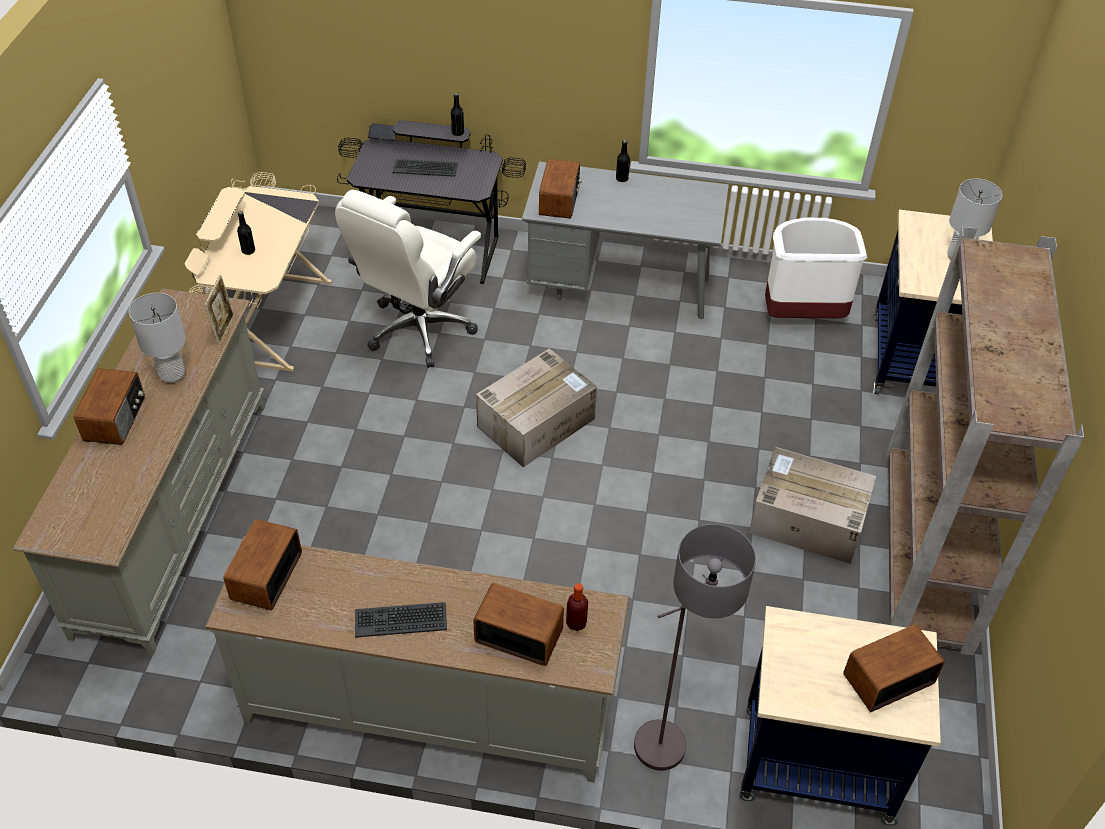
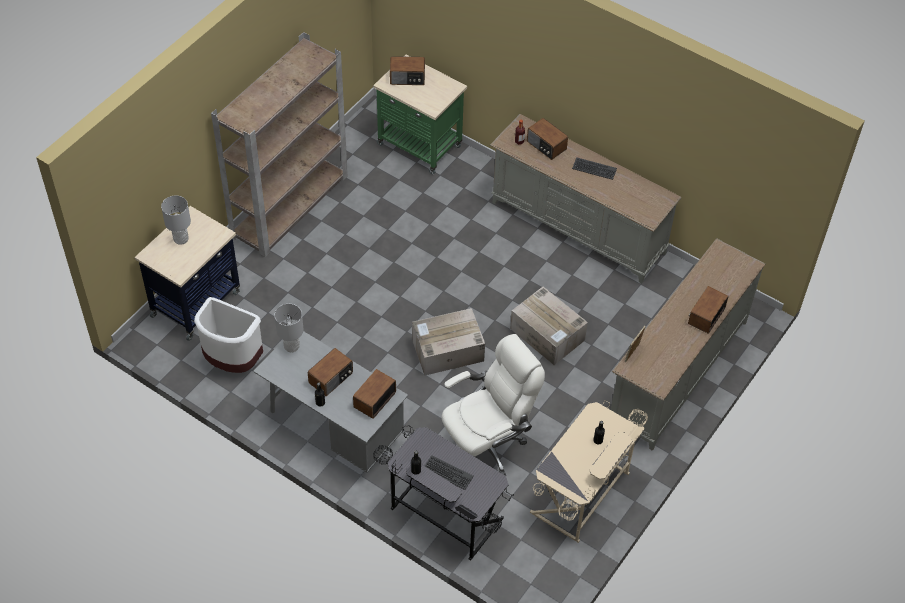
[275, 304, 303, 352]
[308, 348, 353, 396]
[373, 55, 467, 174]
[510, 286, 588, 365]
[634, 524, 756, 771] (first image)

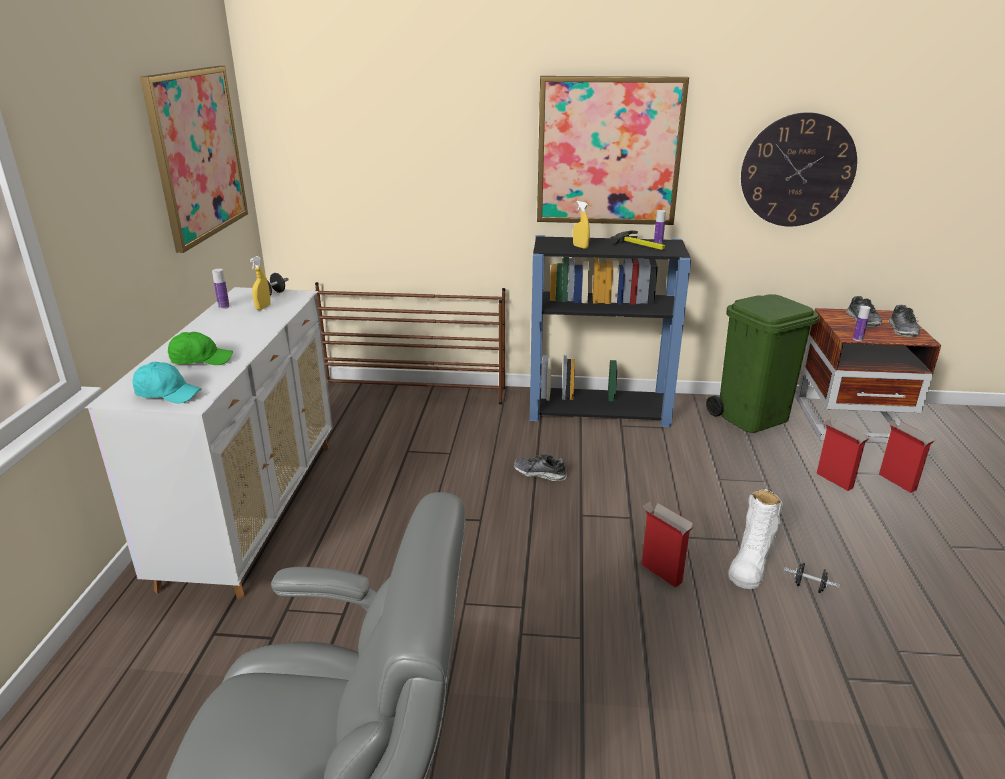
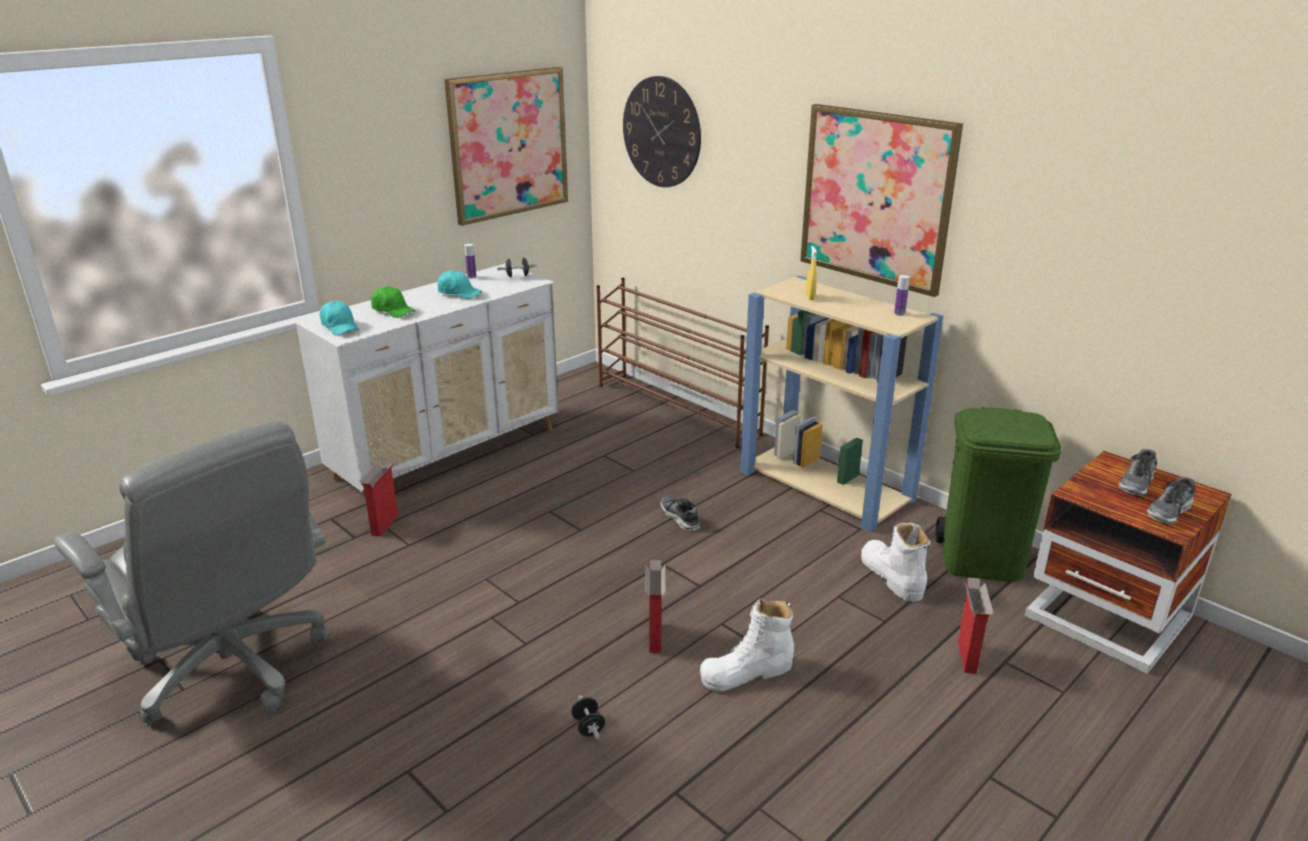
[360, 460, 398, 537]
[437, 270, 482, 299]
[571, 695, 605, 739]
[623, 76, 701, 187]
[740, 275, 943, 532]
[861, 523, 930, 602]
[250, 256, 271, 310] (first image)
[610, 230, 666, 250] (first image)
[853, 306, 870, 341] (first image)

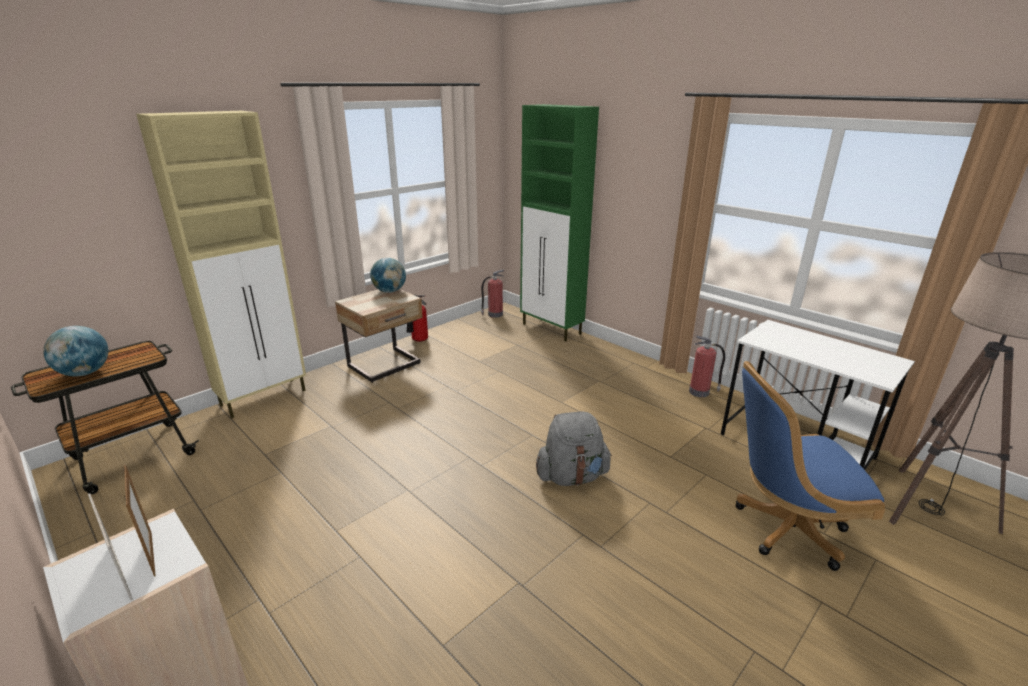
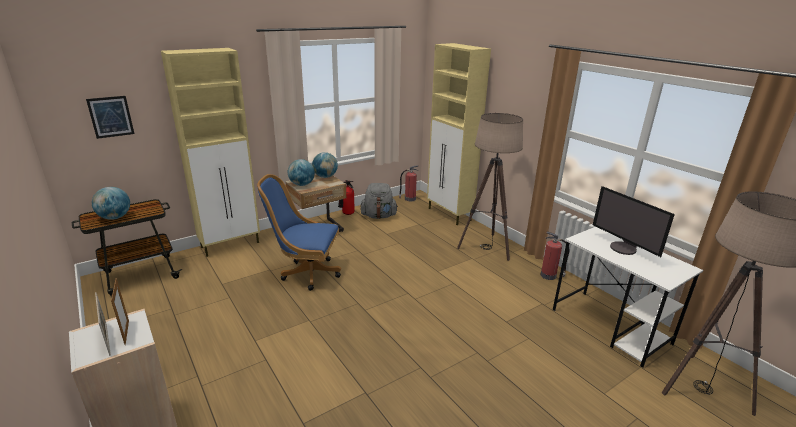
[86, 96, 134, 139]
[257, 174, 341, 291]
[288, 159, 315, 186]
[360, 183, 398, 219]
[427, 43, 491, 225]
[457, 113, 523, 261]
[593, 186, 675, 257]

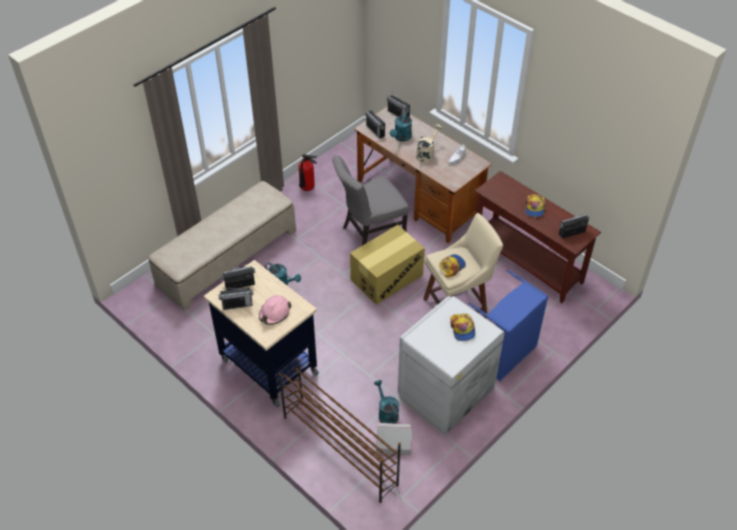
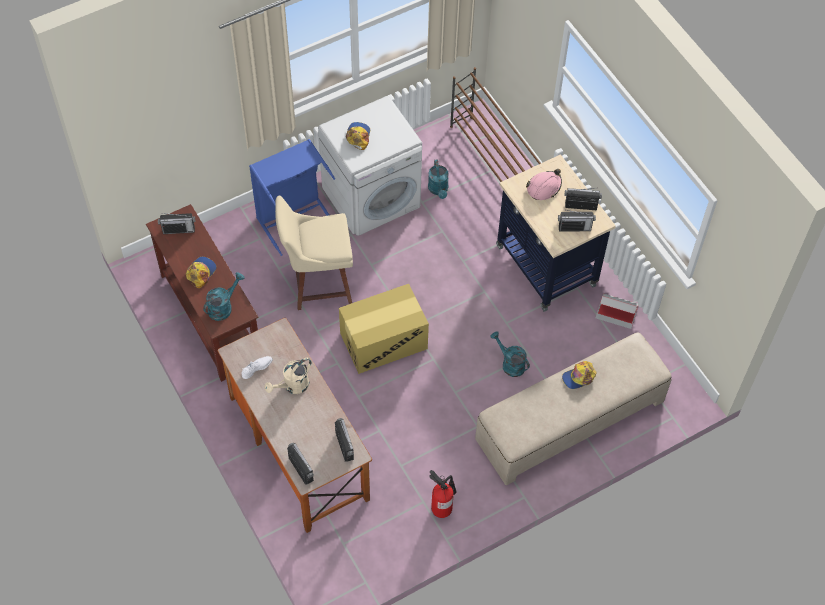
[203, 272, 245, 321]
[562, 361, 596, 389]
[596, 293, 638, 329]
[332, 155, 409, 246] (first image)

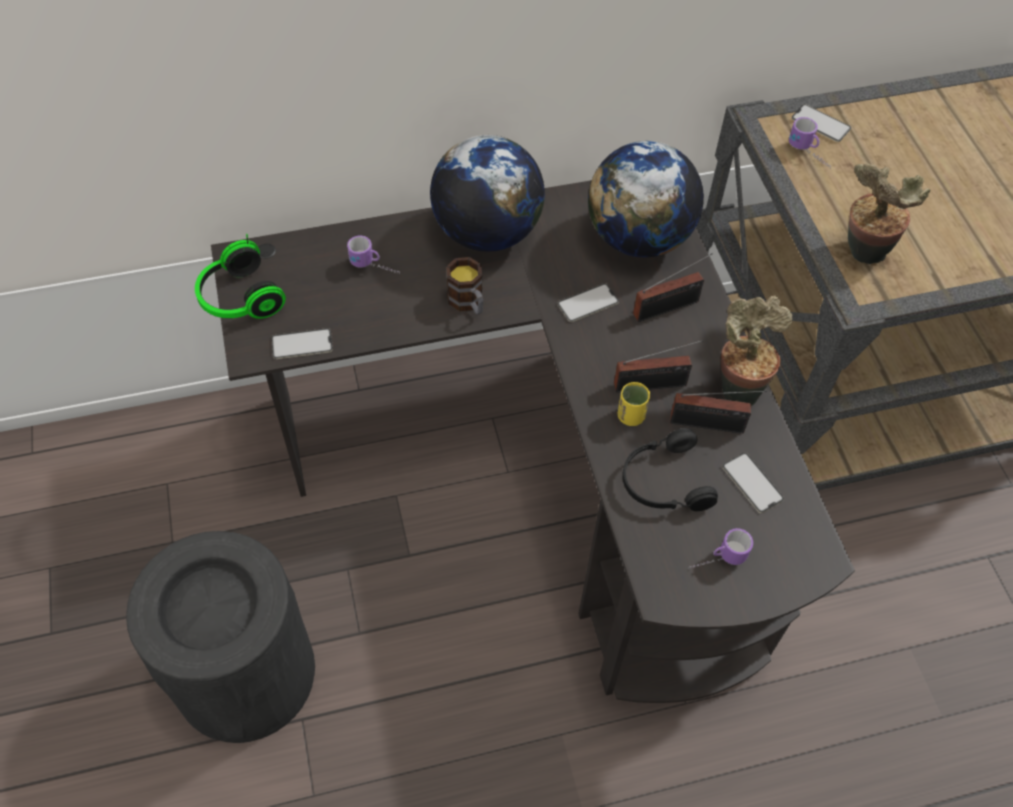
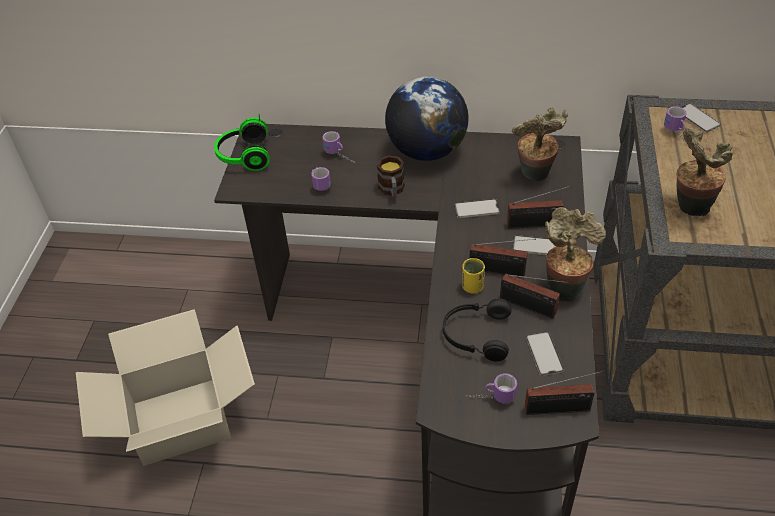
[76, 309, 255, 466]
[312, 167, 331, 191]
[512, 108, 568, 181]
[513, 235, 556, 255]
[525, 371, 605, 415]

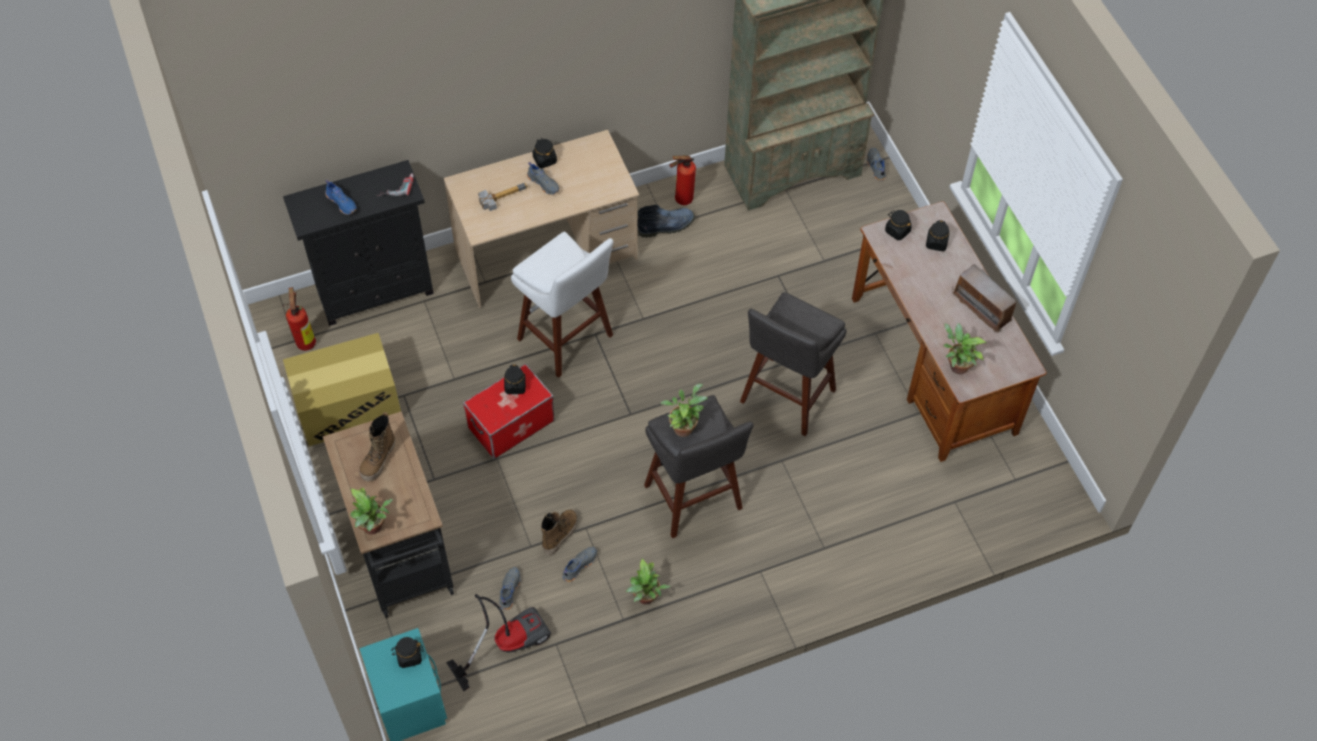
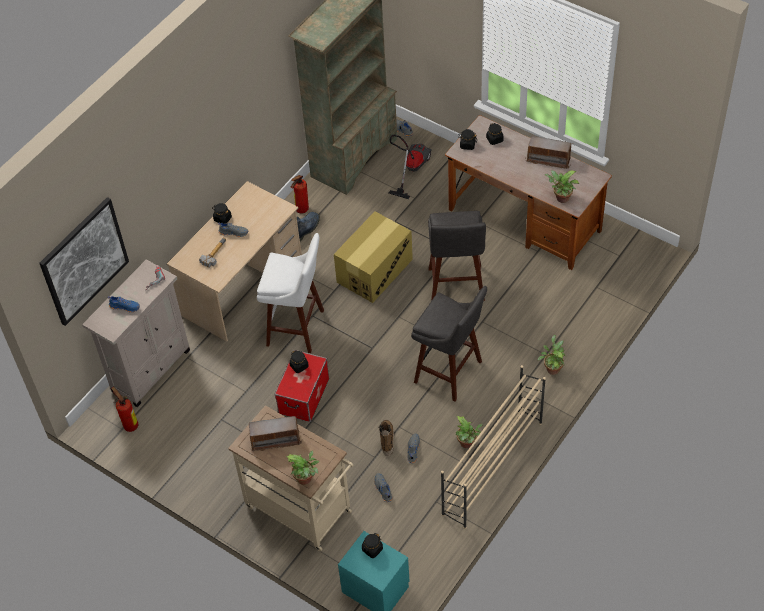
[39, 197, 129, 326]
[82, 259, 190, 407]
[228, 405, 353, 552]
[249, 416, 303, 451]
[334, 211, 413, 303]
[389, 135, 432, 199]
[441, 365, 546, 529]
[538, 335, 565, 375]

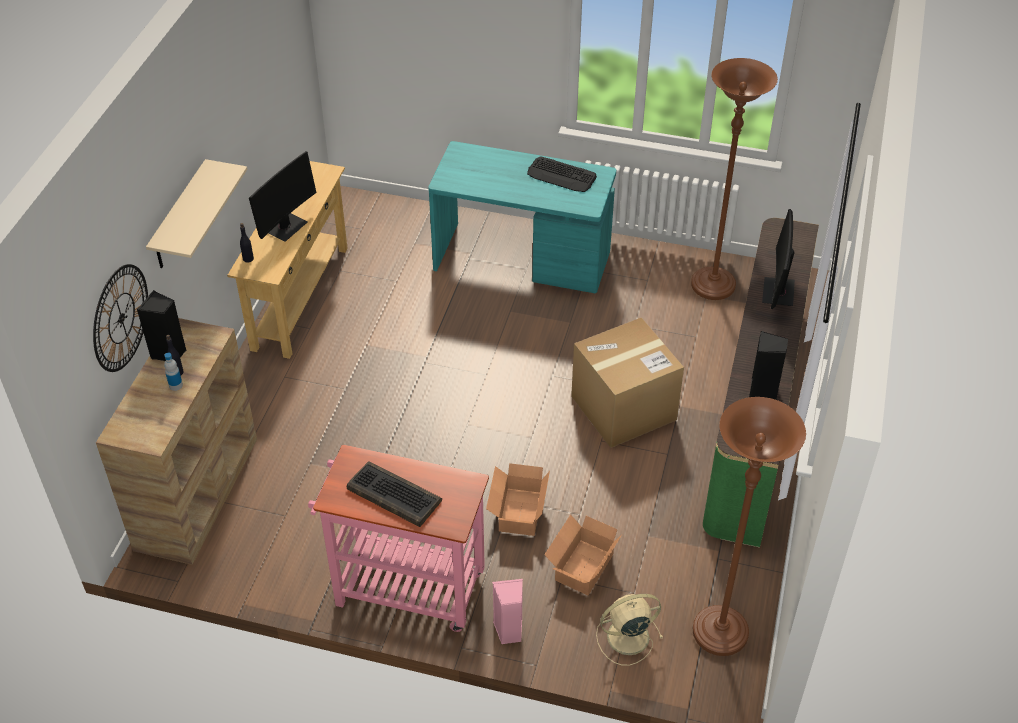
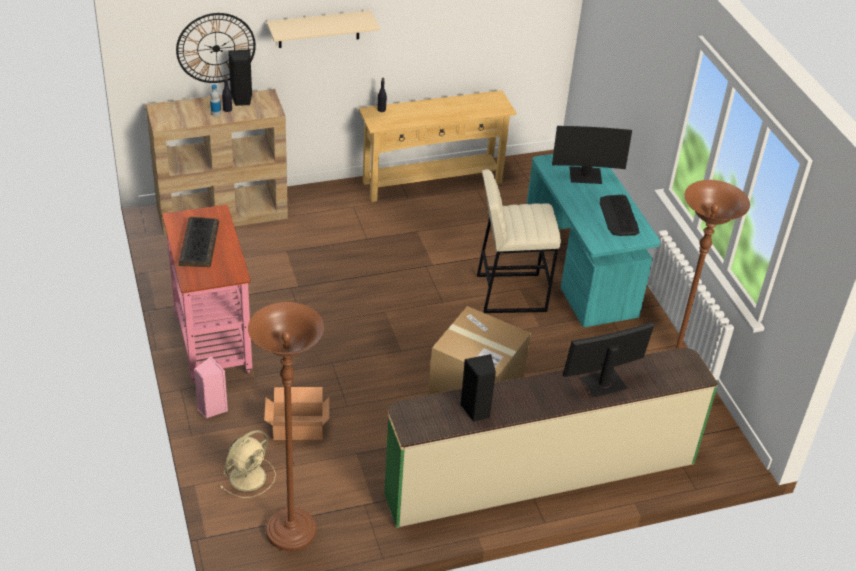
[219, 430, 276, 498]
[477, 169, 561, 313]
[552, 126, 632, 184]
[486, 463, 550, 536] (first image)

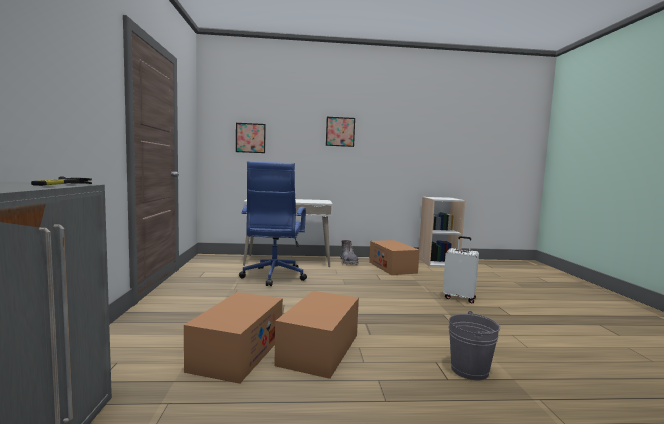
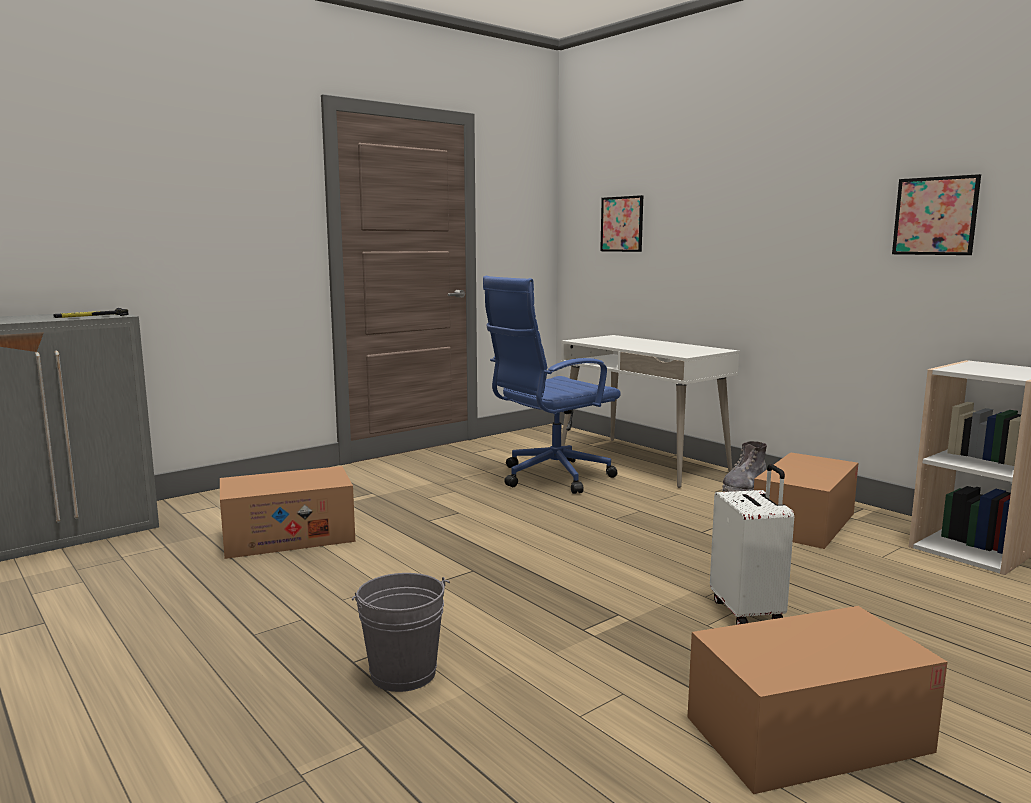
[688, 606, 948, 794]
[892, 174, 981, 255]

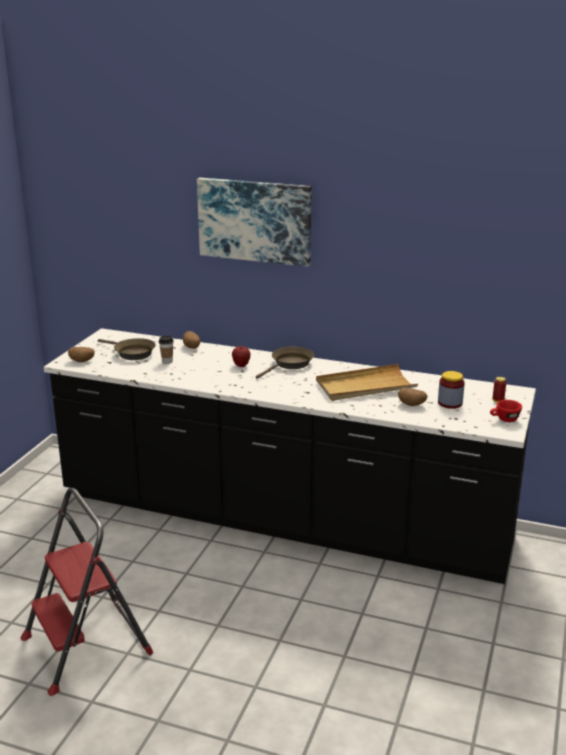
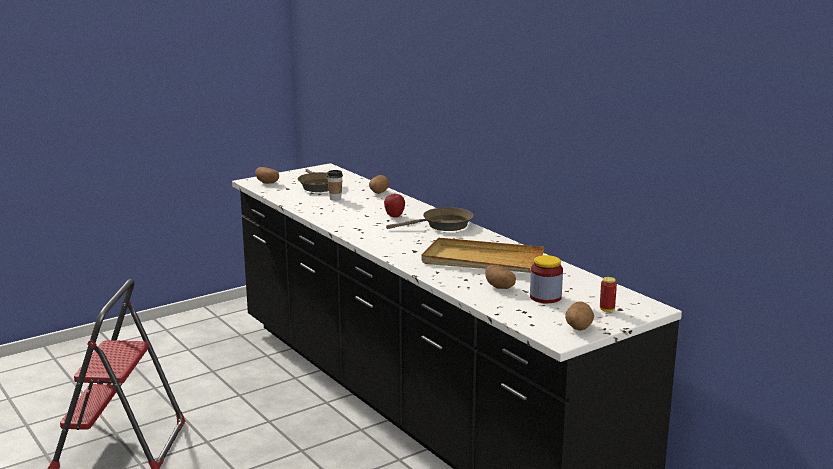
[565, 301, 594, 331]
[197, 178, 311, 267] (first image)

